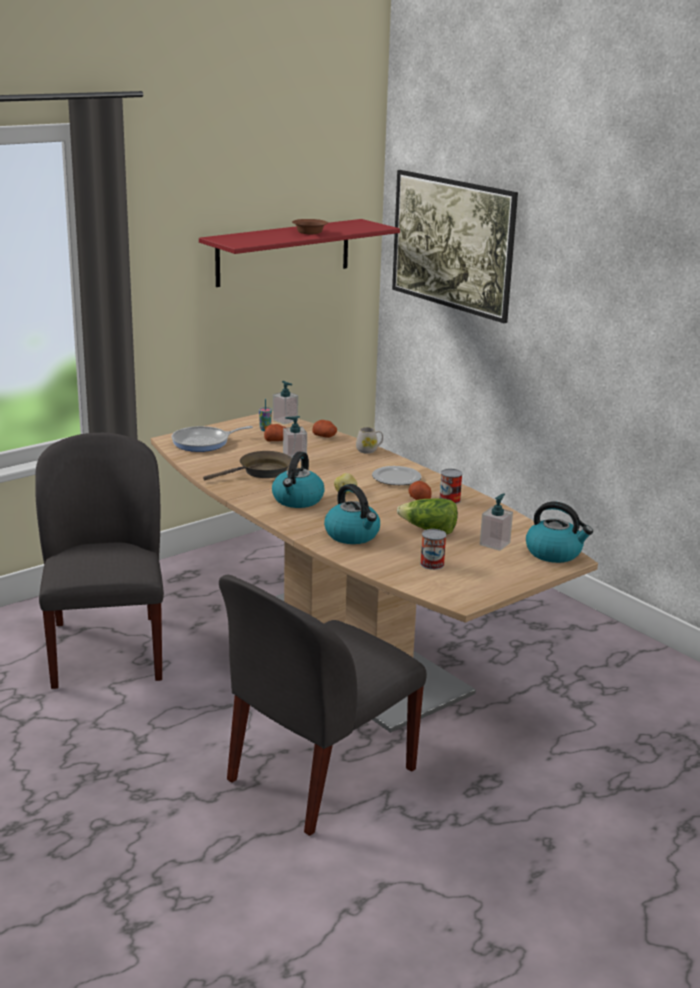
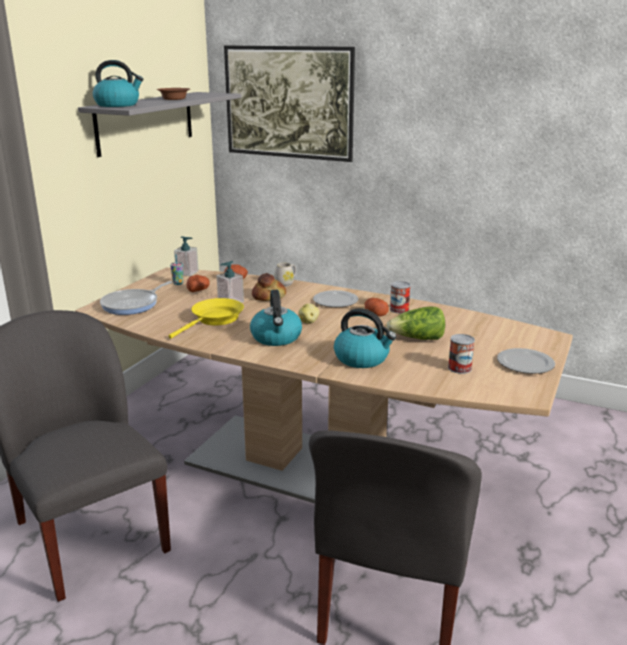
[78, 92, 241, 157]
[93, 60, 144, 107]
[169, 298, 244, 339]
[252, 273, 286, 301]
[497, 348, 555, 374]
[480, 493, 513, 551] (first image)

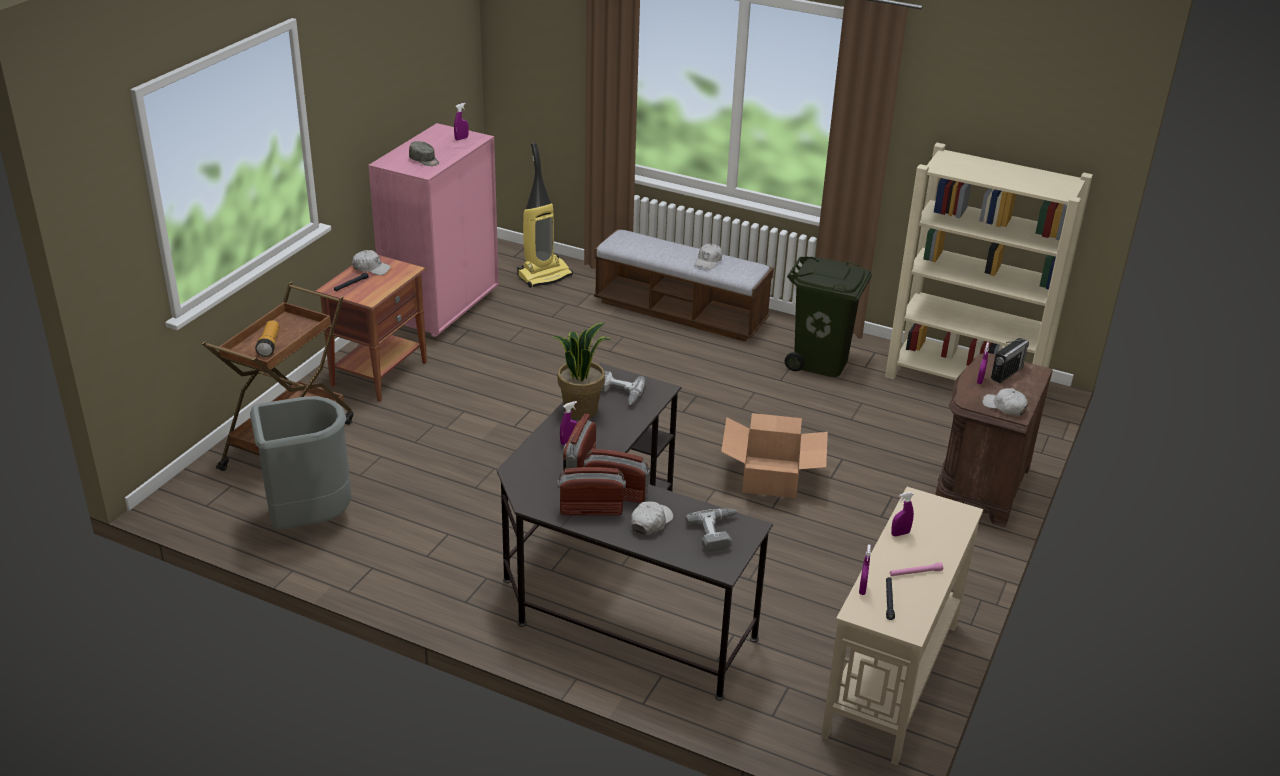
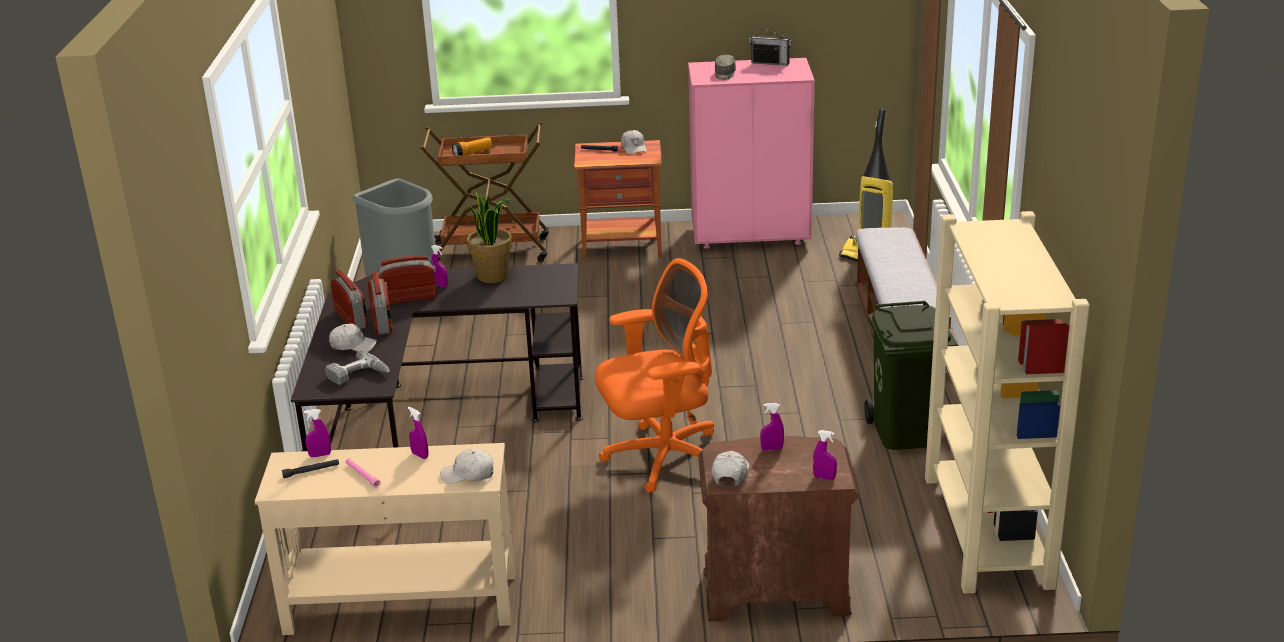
[440, 449, 493, 484]
[595, 258, 714, 493]
[749, 26, 792, 65]
[813, 430, 837, 480]
[601, 371, 645, 405] (first image)

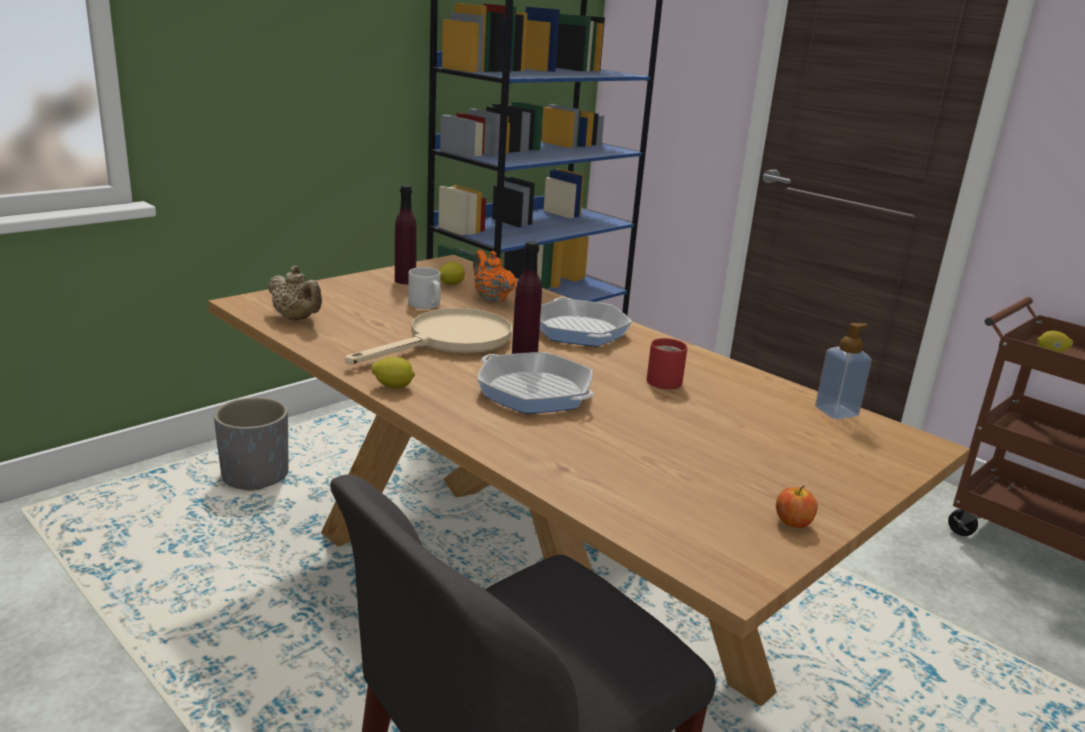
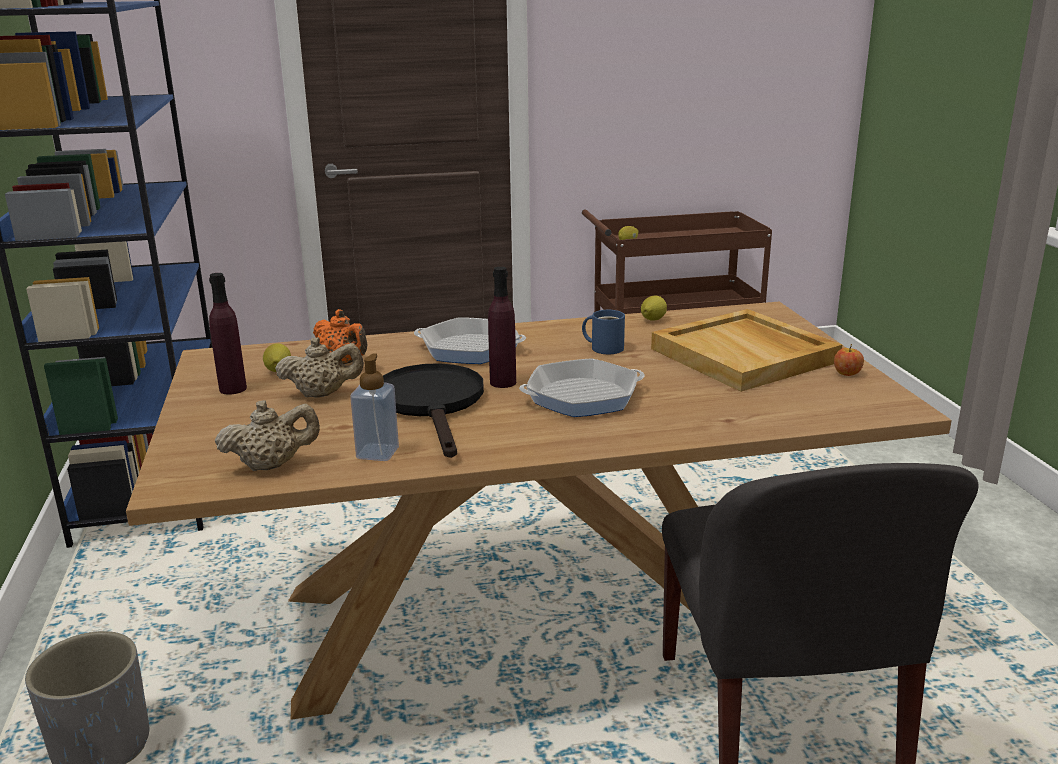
[275, 337, 364, 398]
[313, 309, 367, 364]
[350, 353, 399, 461]
[383, 363, 484, 458]
[582, 310, 625, 354]
[641, 296, 667, 321]
[651, 309, 842, 392]

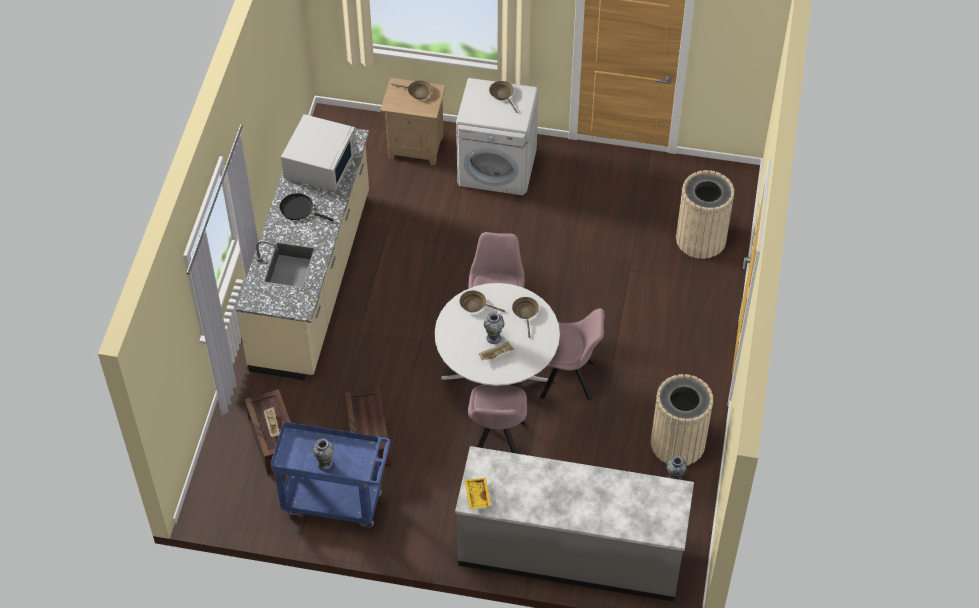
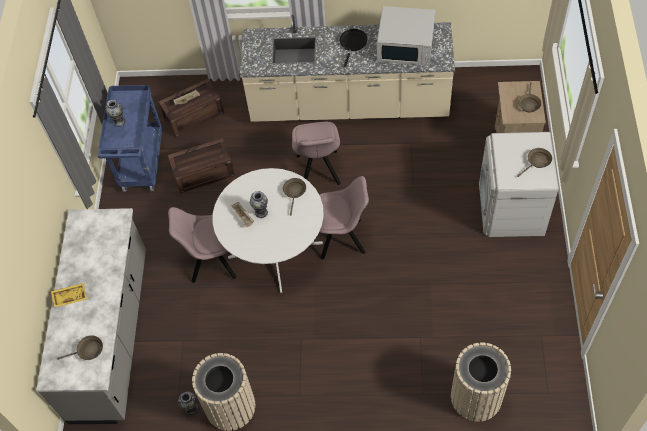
[51, 283, 87, 307]
[57, 335, 103, 360]
[292, 122, 341, 185]

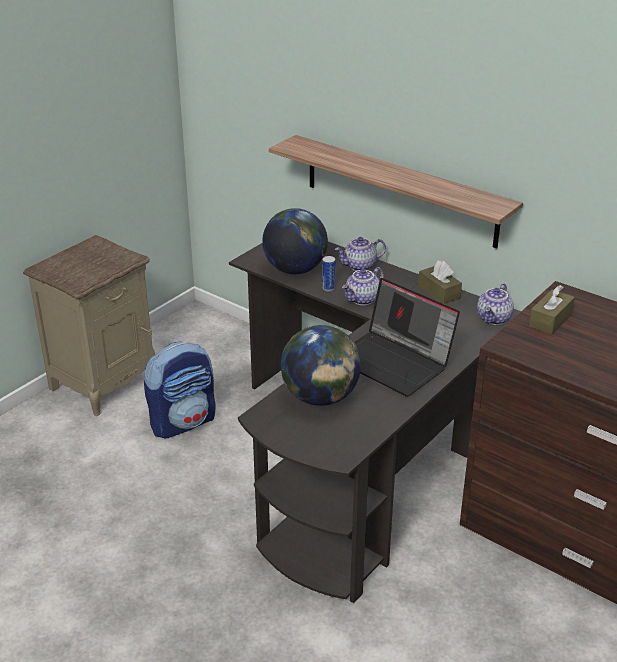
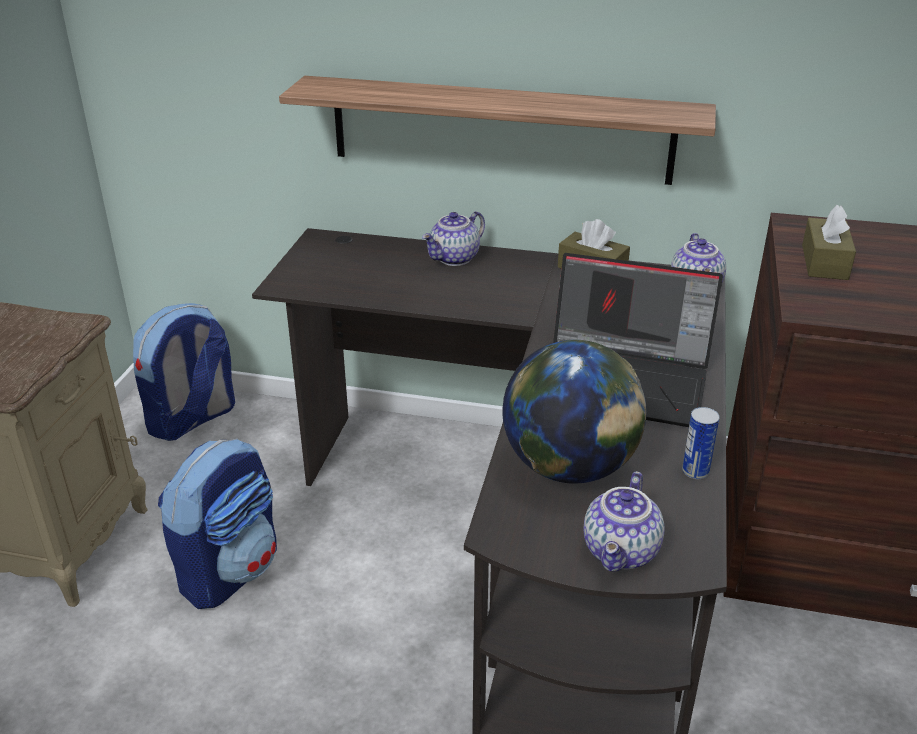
[133, 303, 235, 441]
[583, 471, 664, 572]
[682, 407, 720, 479]
[262, 208, 328, 274] (first image)

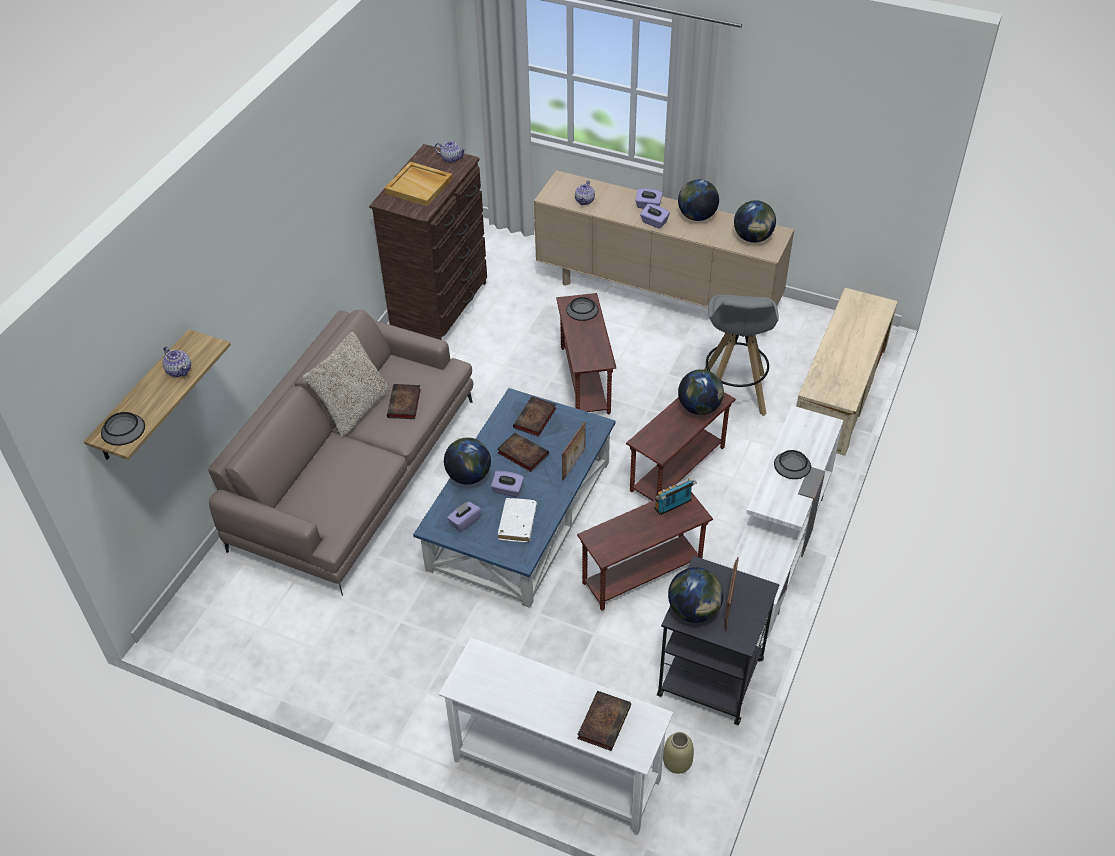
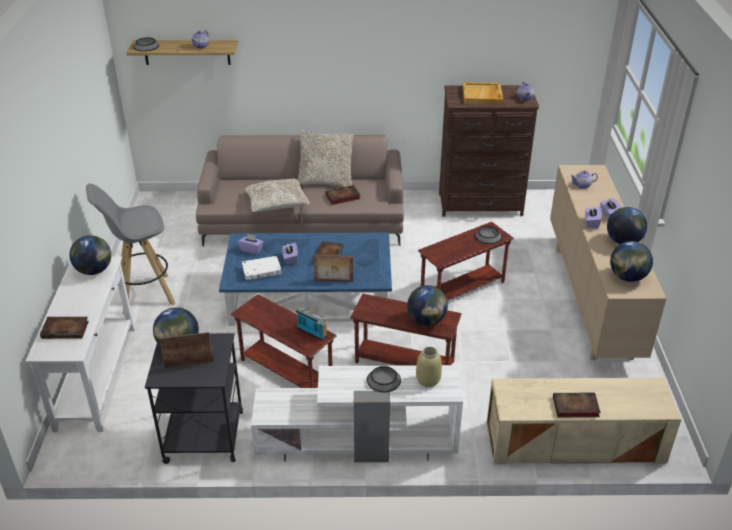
[70, 235, 111, 275]
[86, 183, 175, 315]
[245, 179, 310, 212]
[416, 346, 442, 387]
[553, 393, 601, 417]

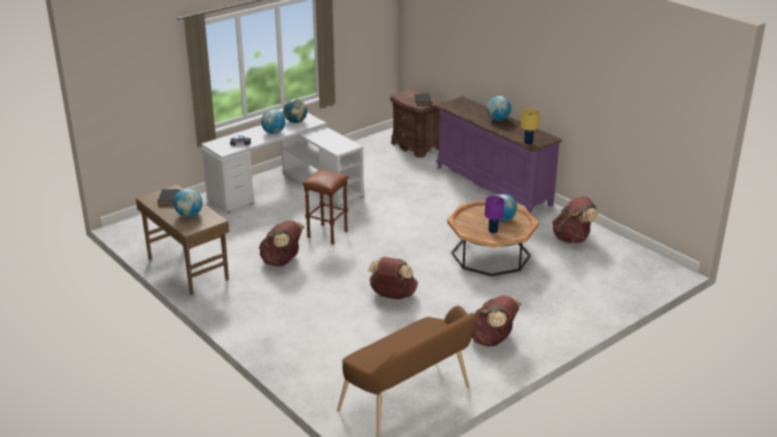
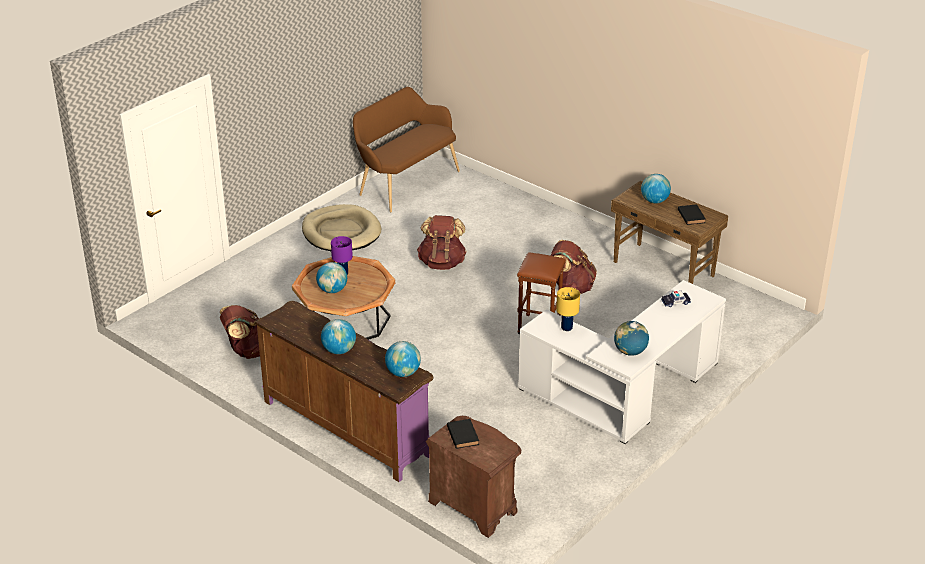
[302, 204, 381, 251]
[385, 341, 421, 377]
[556, 287, 580, 331]

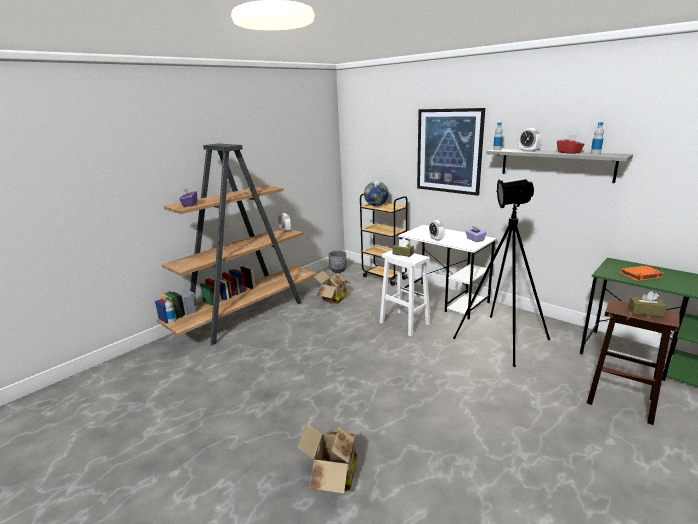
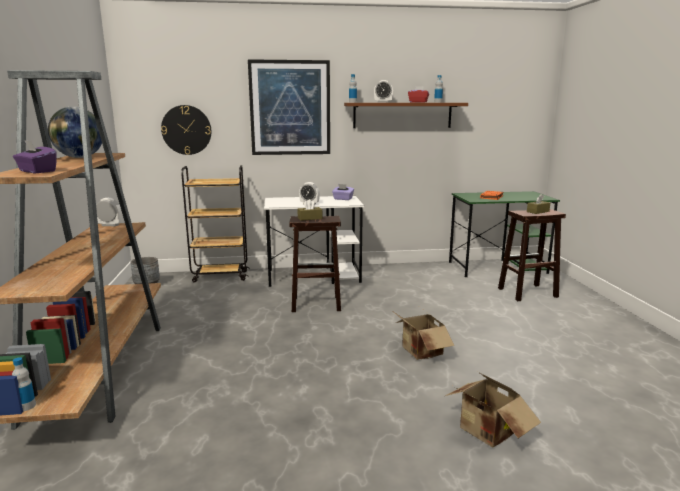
[48, 107, 102, 158]
[161, 105, 211, 155]
[289, 216, 341, 312]
[344, 103, 468, 128]
[391, 310, 454, 360]
[453, 178, 550, 367] (first image)

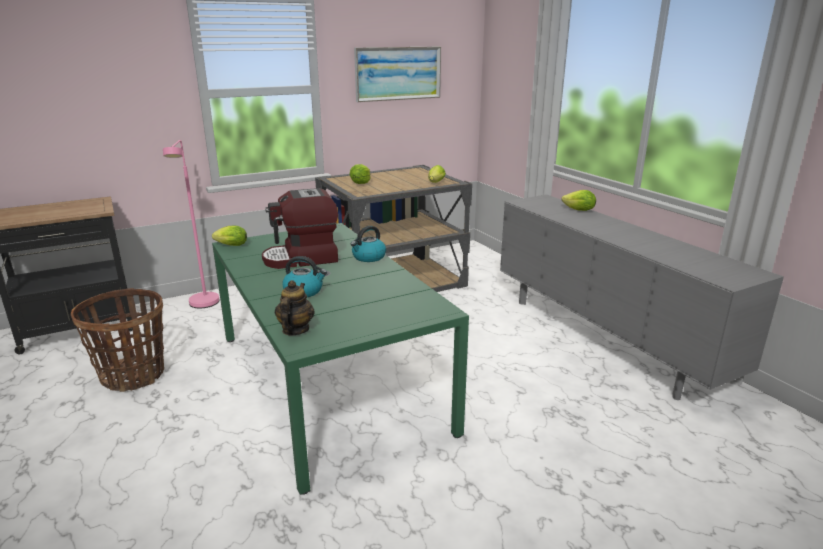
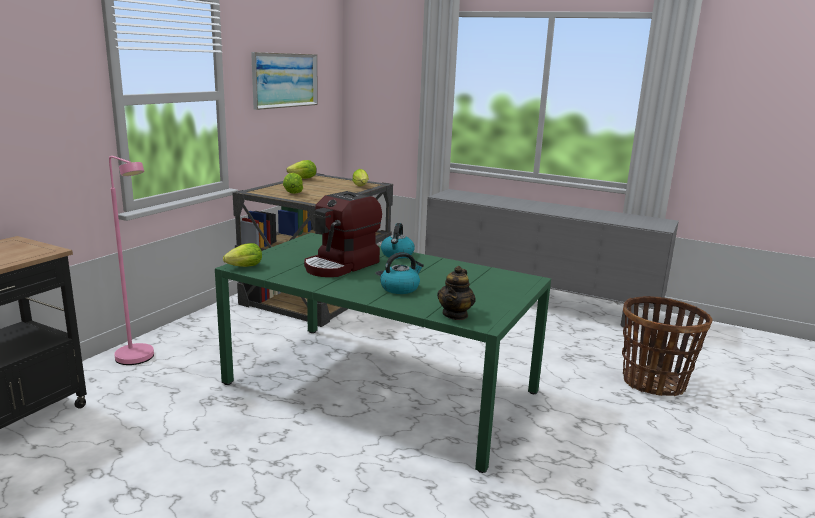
[286, 160, 317, 179]
[437, 266, 476, 320]
[622, 296, 713, 396]

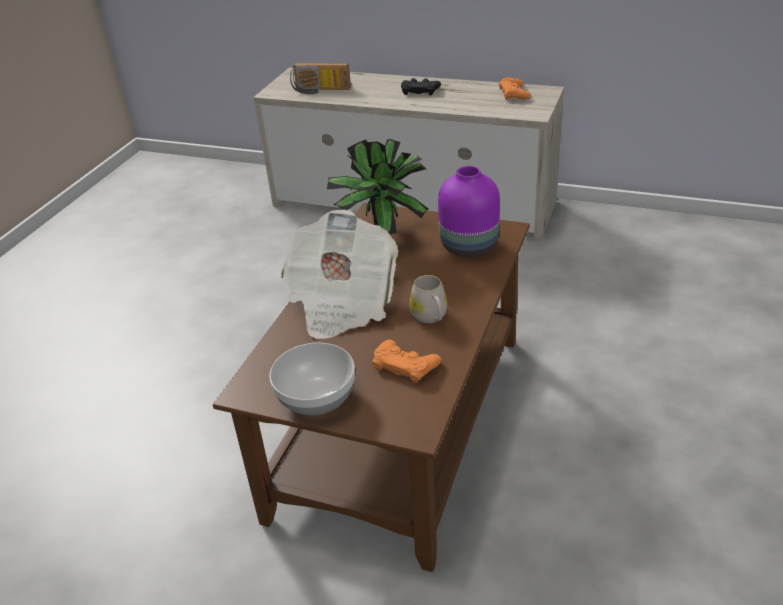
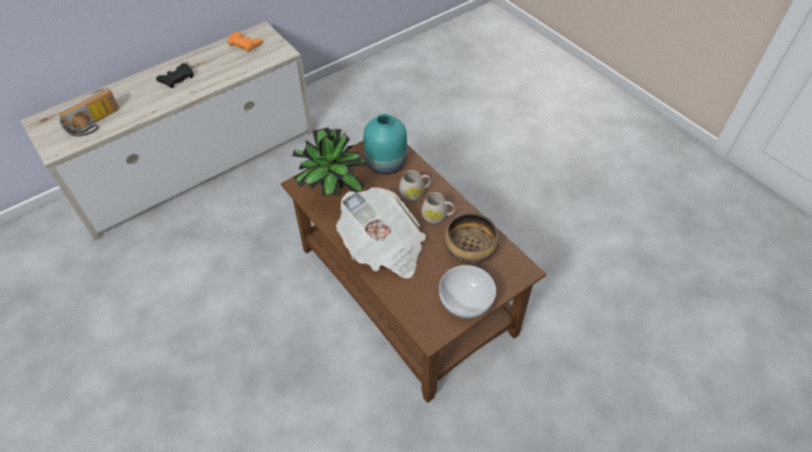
[363, 114, 407, 175]
[399, 170, 431, 201]
[444, 213, 499, 264]

